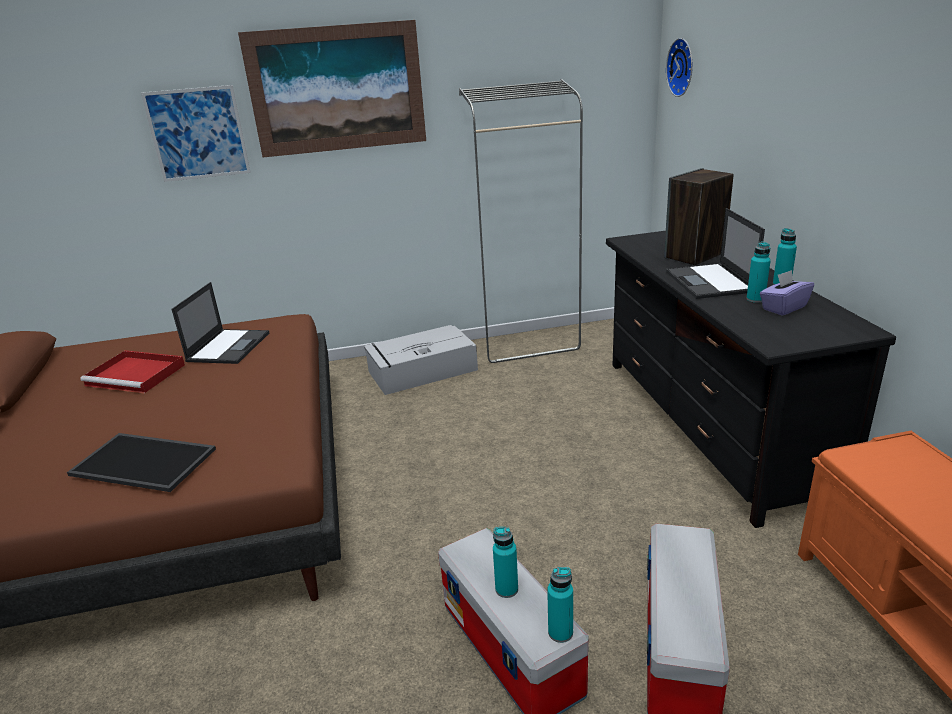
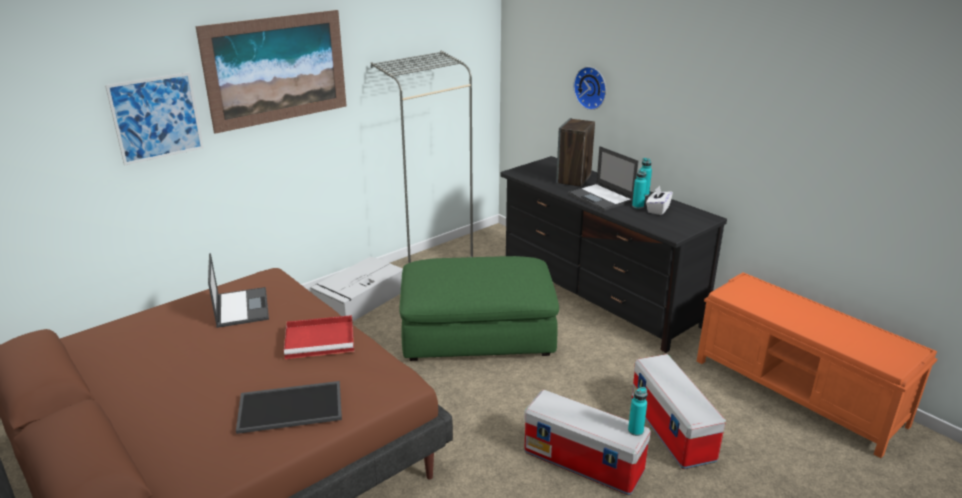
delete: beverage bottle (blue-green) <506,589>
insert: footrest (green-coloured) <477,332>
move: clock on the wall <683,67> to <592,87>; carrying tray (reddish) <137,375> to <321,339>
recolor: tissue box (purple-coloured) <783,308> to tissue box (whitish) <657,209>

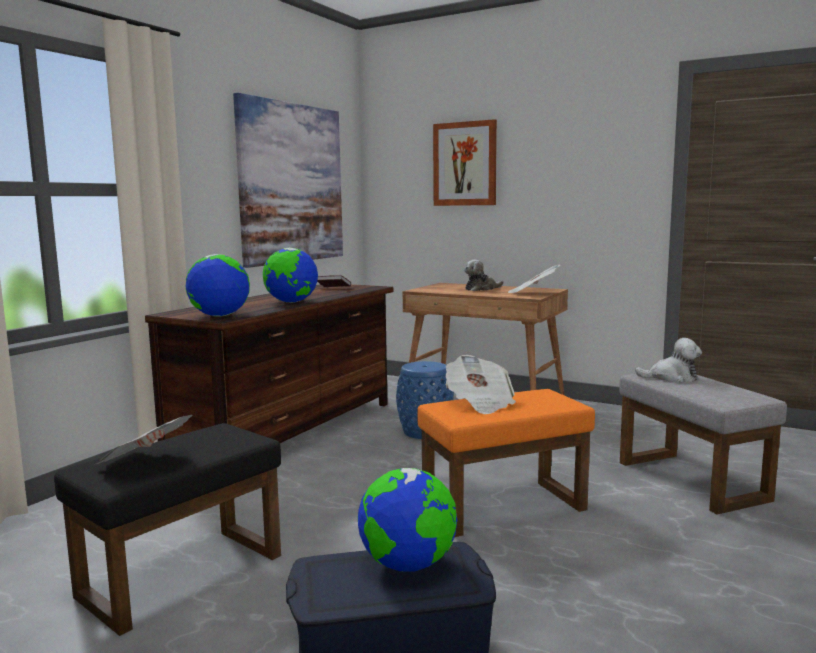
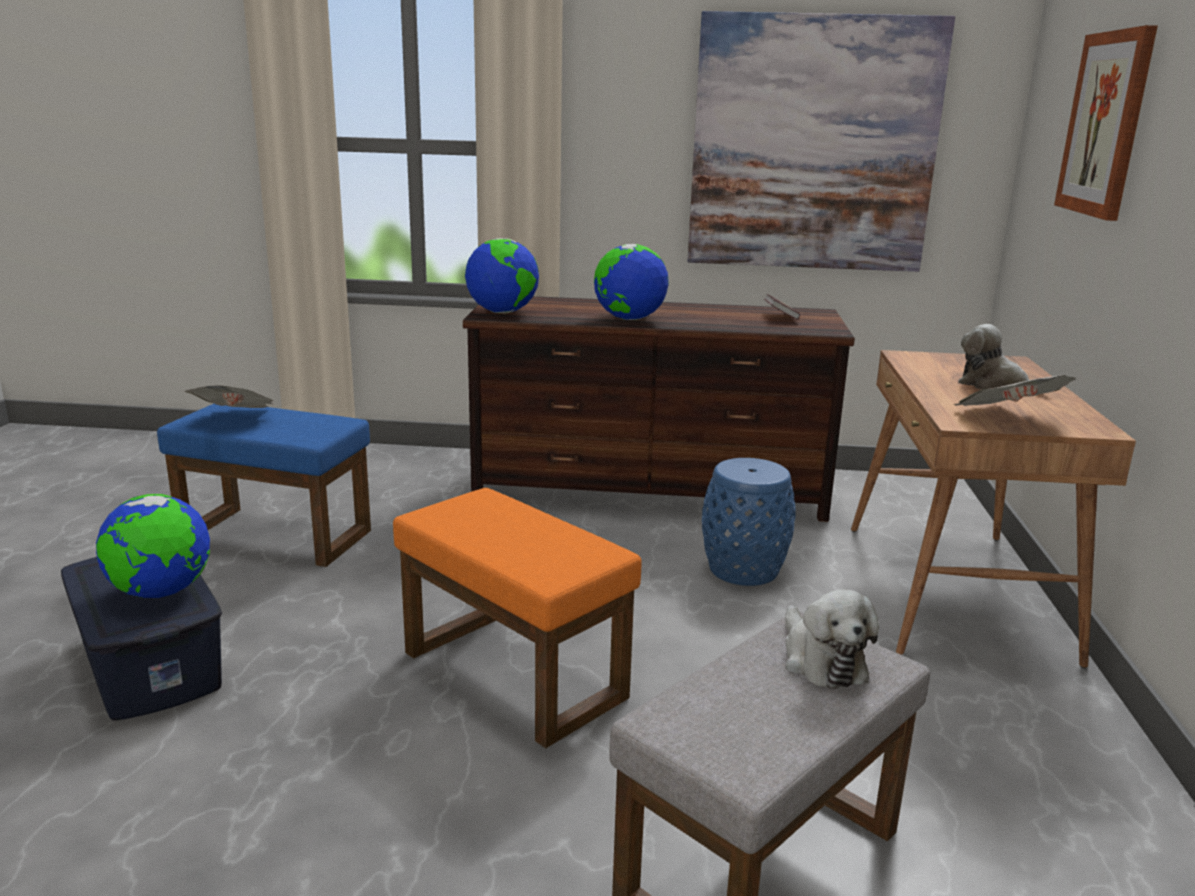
delete: printed paper <480,403>
recolor: footrest (black) <183,574> to footrest (blue-coloured) <278,535>

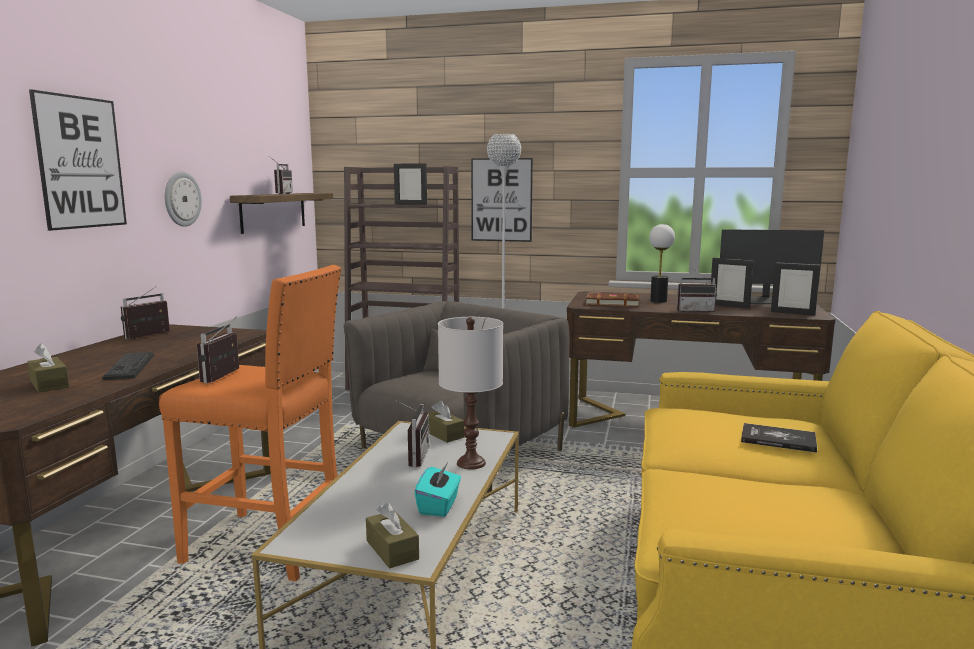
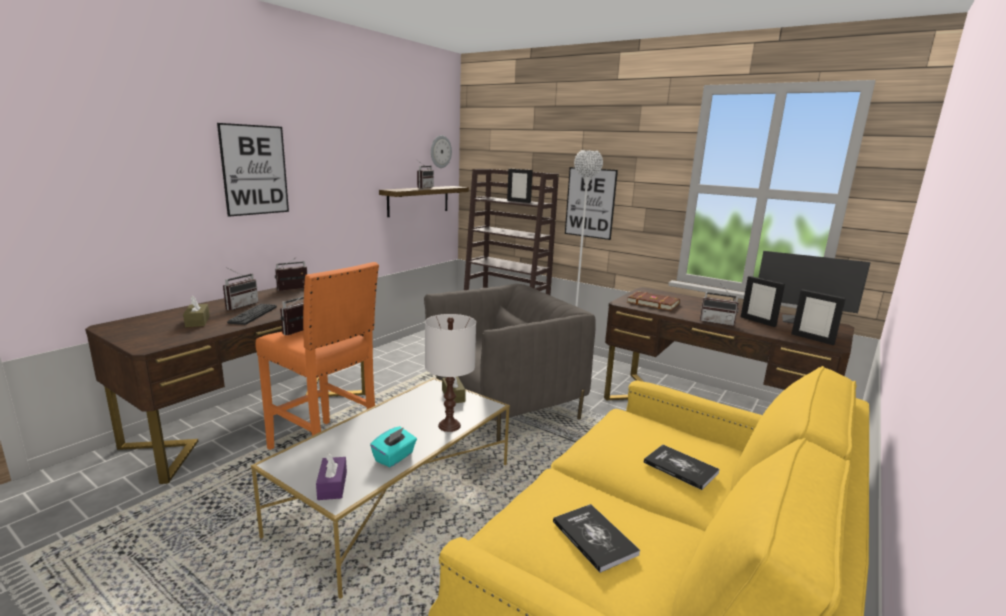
delete: lamp for a table <658,301>
insert: bound book <594,538>
move: clock on the wall <181,199> to <440,151>; radio receiver <412,457> to <240,305>
recolor: tissue box (brown-coloured) <392,550> to tissue box (purple-coloured) <332,485>

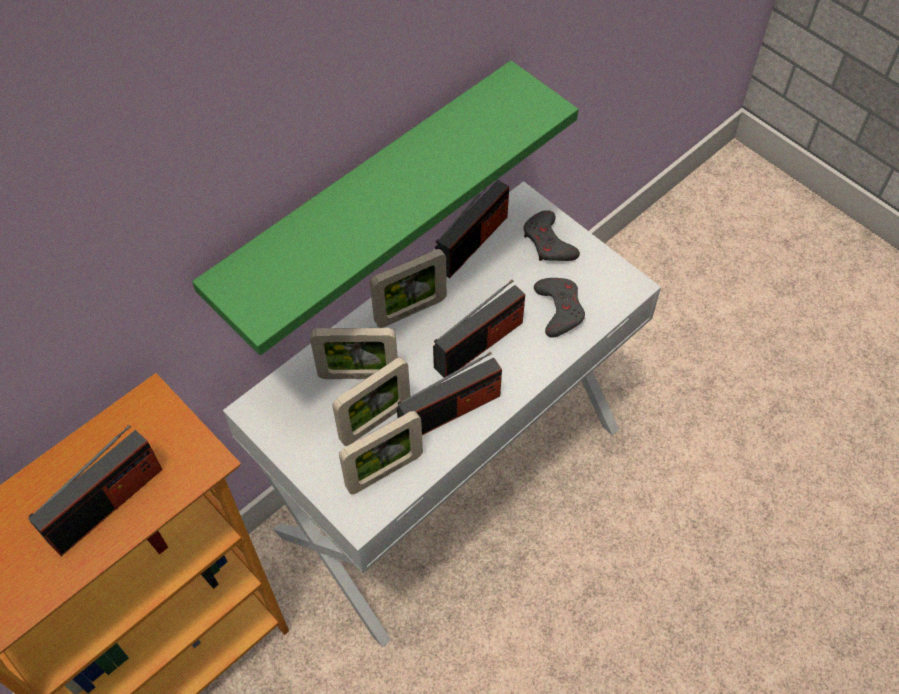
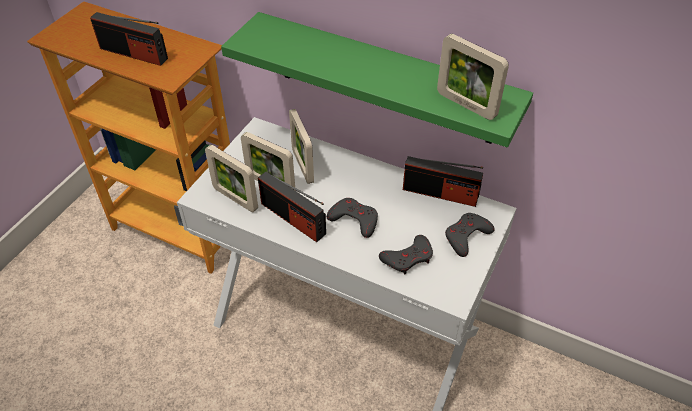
move: standing frame <410,311> to <466,105>
replace: radio receiver <479,344> to game controller (grey) <354,220>

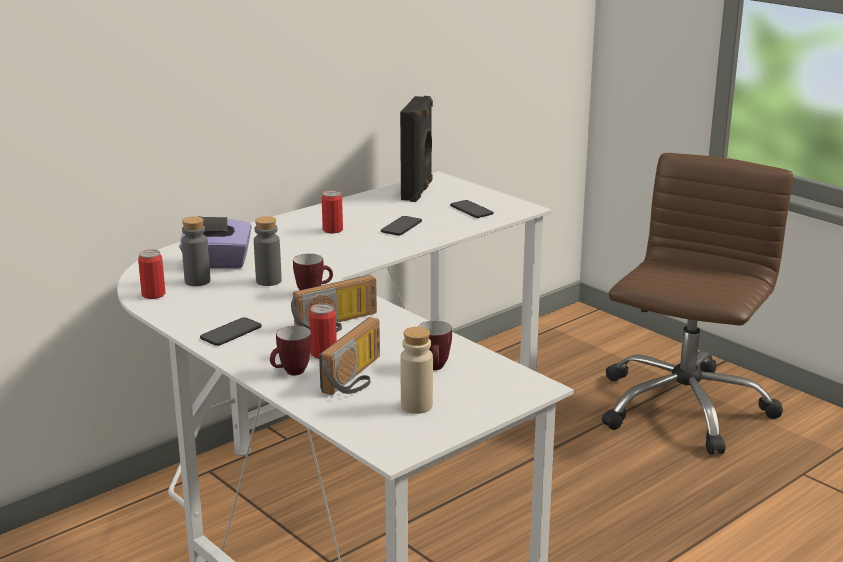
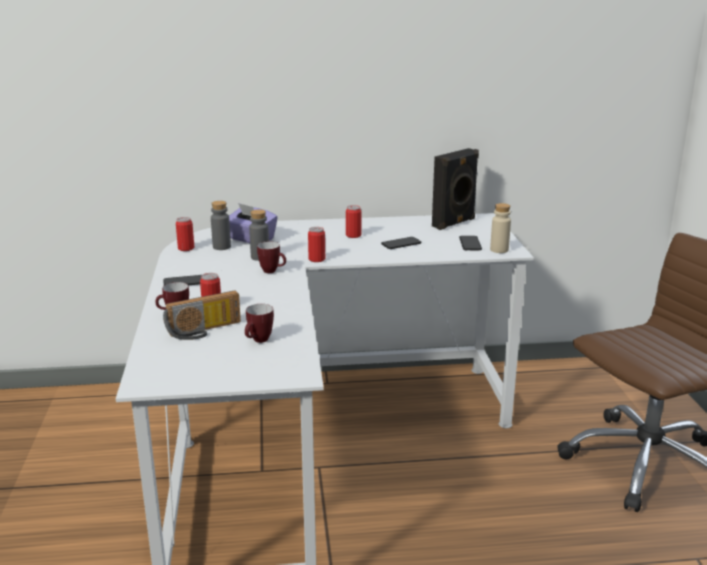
delete: radio receiver <337,324>
insert: can <316,259>
move: beverage bottle (beige) <416,406> to <499,250>

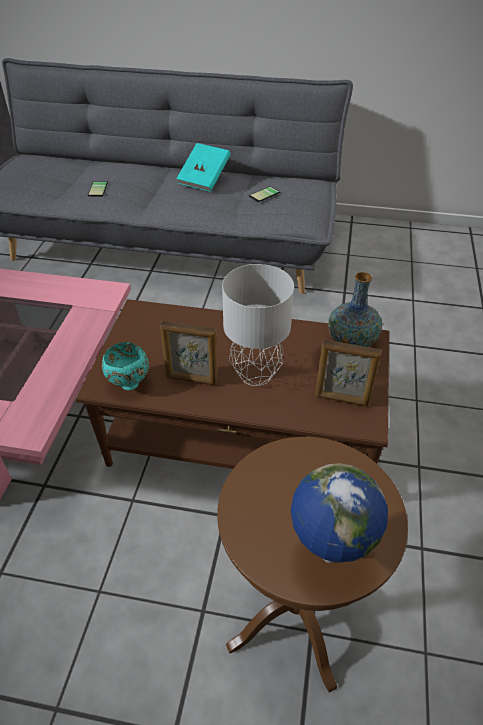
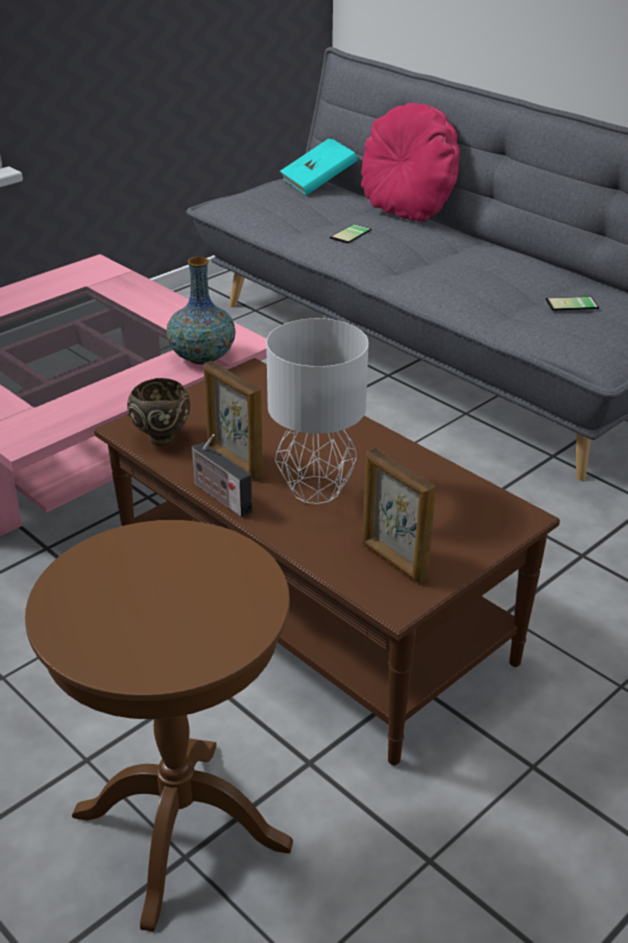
delete: world globe <327,557>
insert: throw pillow (pink-coloured) <407,212>; radio receiver <219,496>
move: bound book (blue-green) <204,179> to <318,183>; flower vase <352,341> to <202,357>
recolor: serving bowl (blue-green) <128,383> to serving bowl (brown-coloured) <161,438>

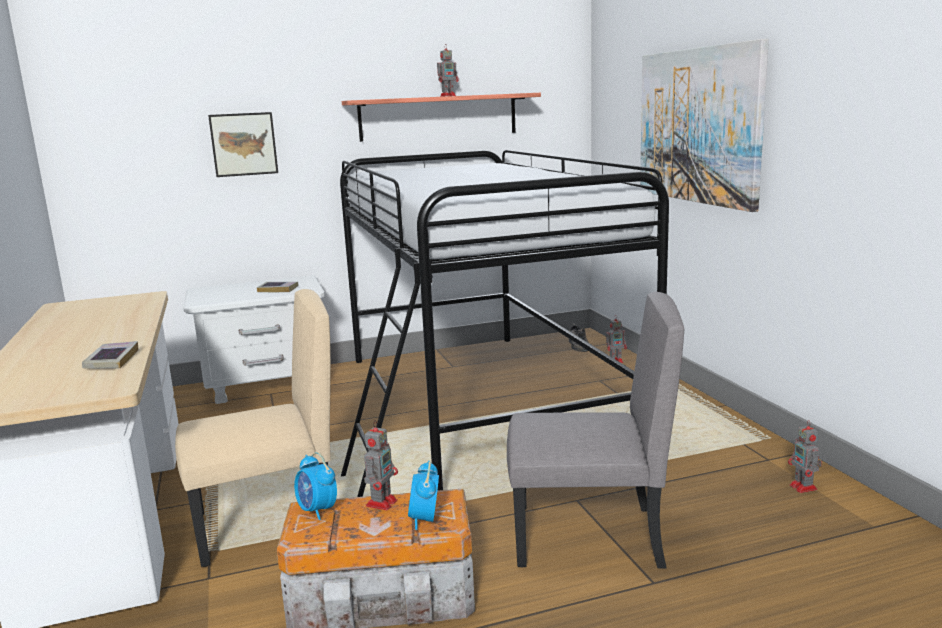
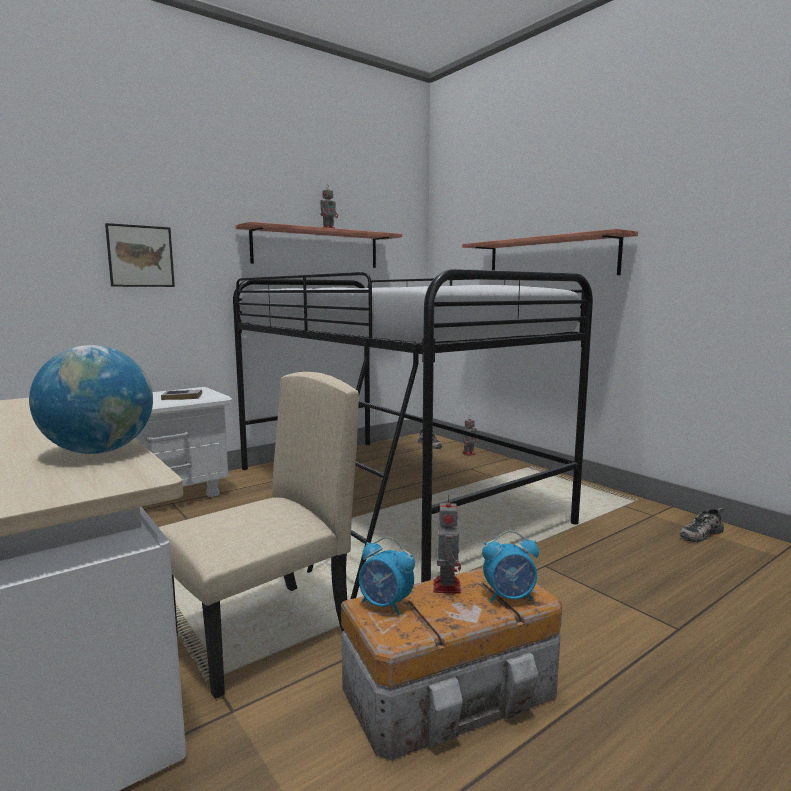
delete: chair (grey) <587,536>
replace: wall picture <698,126> to bracket shelf <550,258>; bound book <112,360> to world globe <99,451>; model robot <804,488> to shoe <700,533>
rotate: alarm clock <425,520> = <510,597> 75 degrees counterclockwise

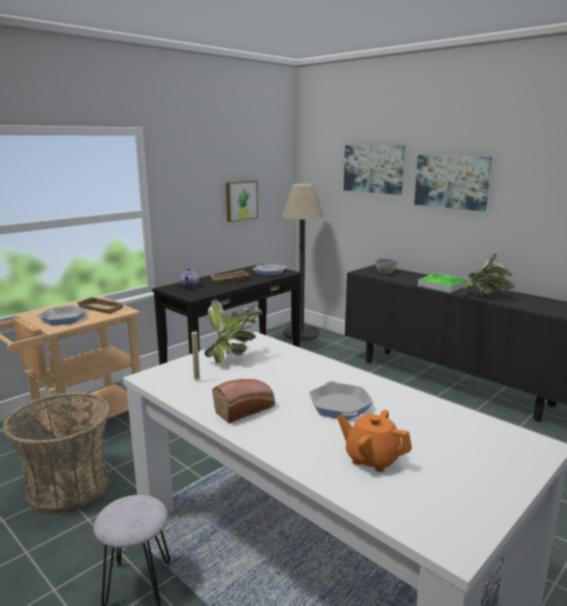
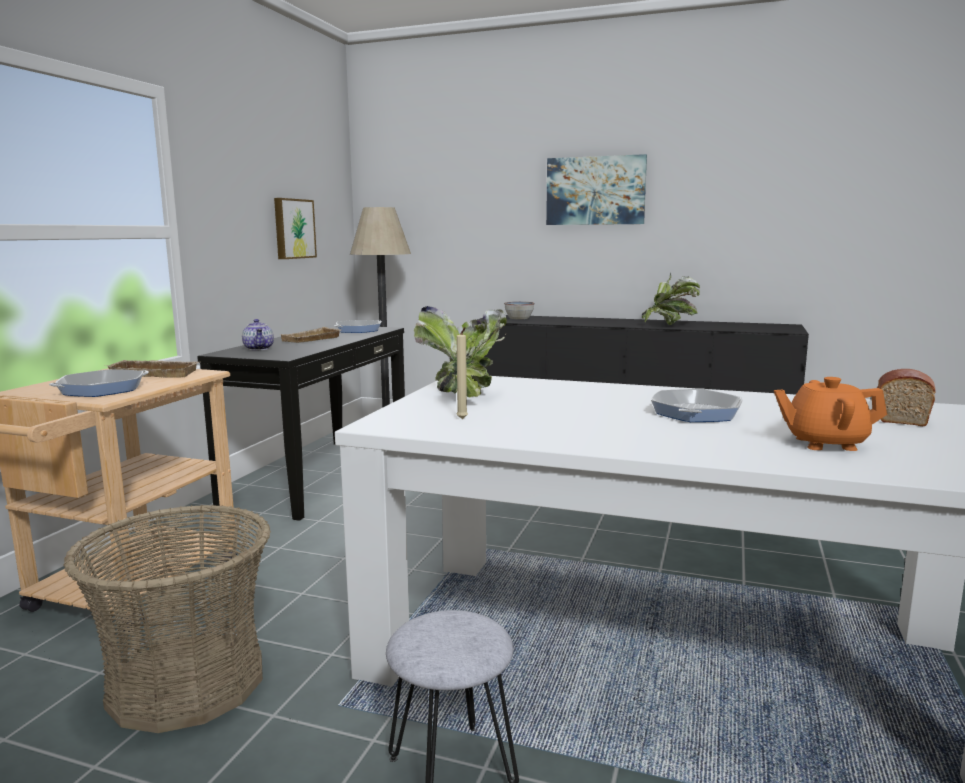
delete: wall picture <373,169>; carrying tray <442,285>
move: bakery bread <246,409> to <900,414>
rotate: pan <340,405> = <695,413> 60 degrees clockwise

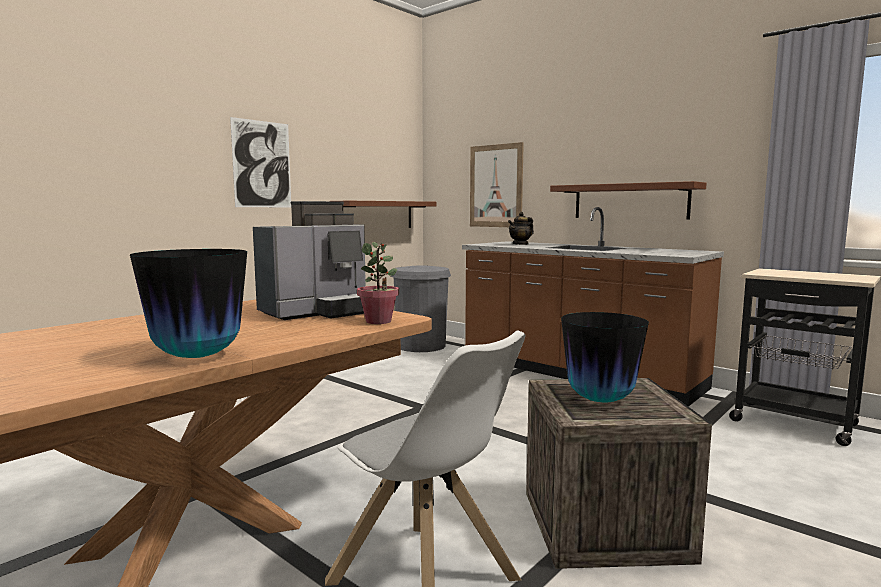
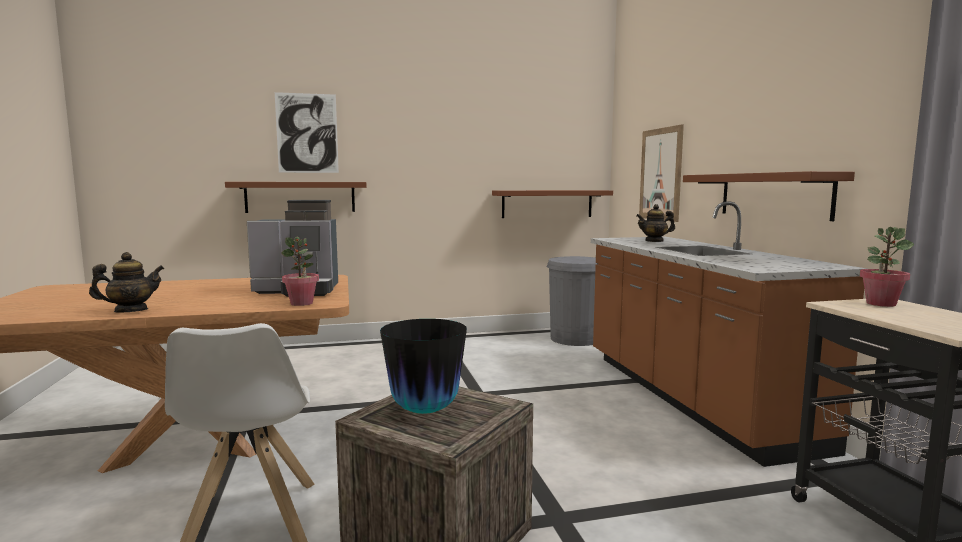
insert: bracket shelf (brown-coloured) <300,197>; plant in a pot <880,304>
move: wall picture <262,164> to <307,133>
replace: flower vase <197,357> to tea pot <131,311>

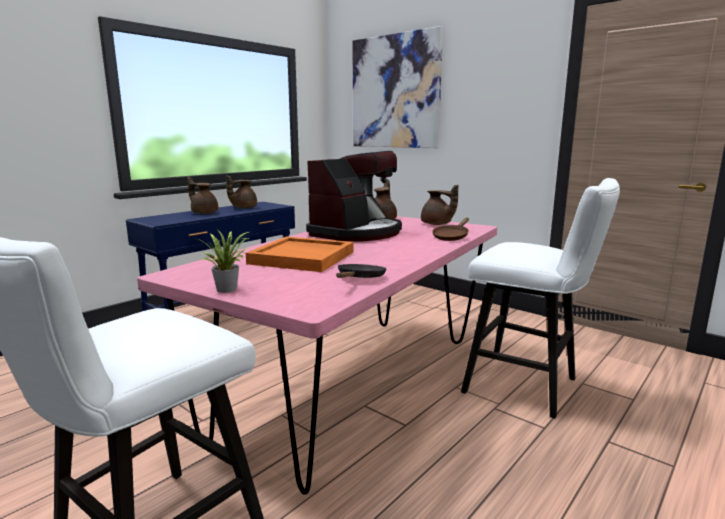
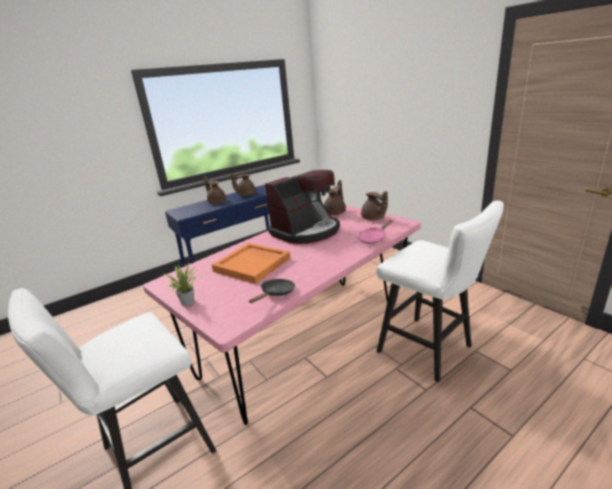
delete: wall picture <395,92>
recolor: pan (brown-coloured) <451,237> to pan (pink-coloured) <373,238>

